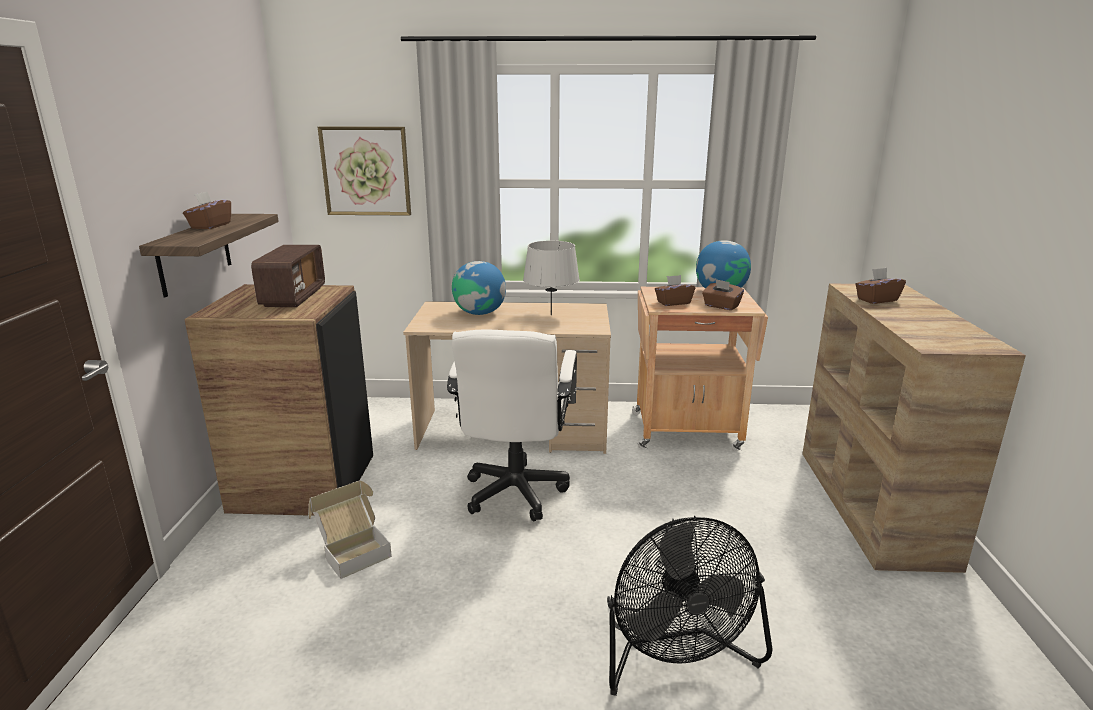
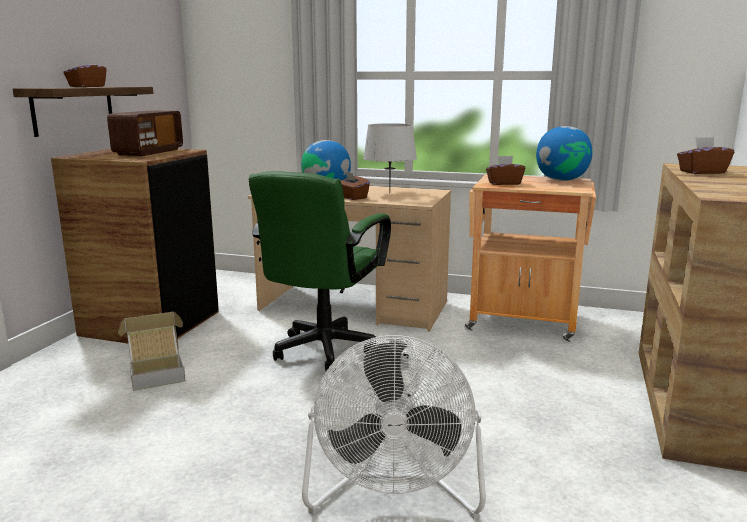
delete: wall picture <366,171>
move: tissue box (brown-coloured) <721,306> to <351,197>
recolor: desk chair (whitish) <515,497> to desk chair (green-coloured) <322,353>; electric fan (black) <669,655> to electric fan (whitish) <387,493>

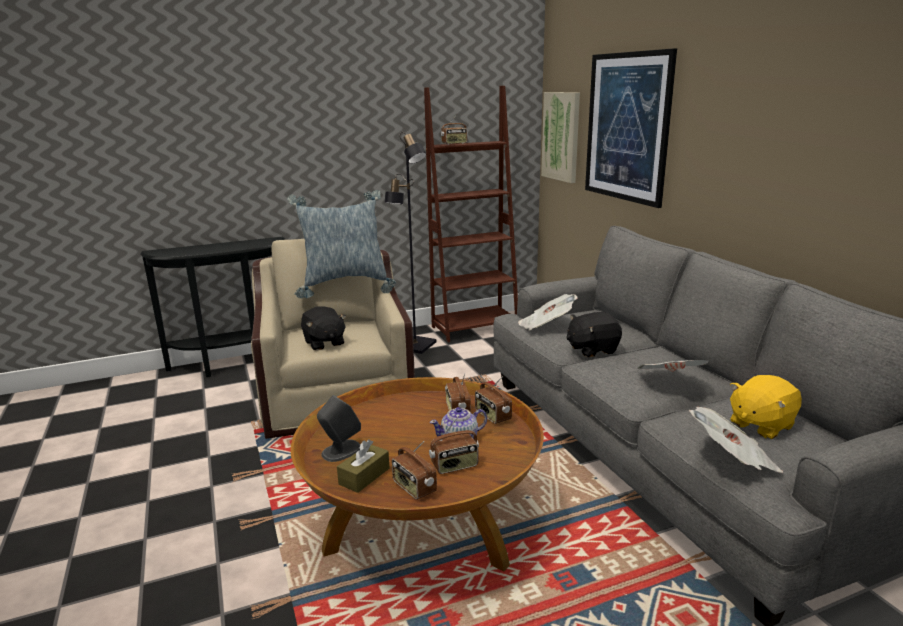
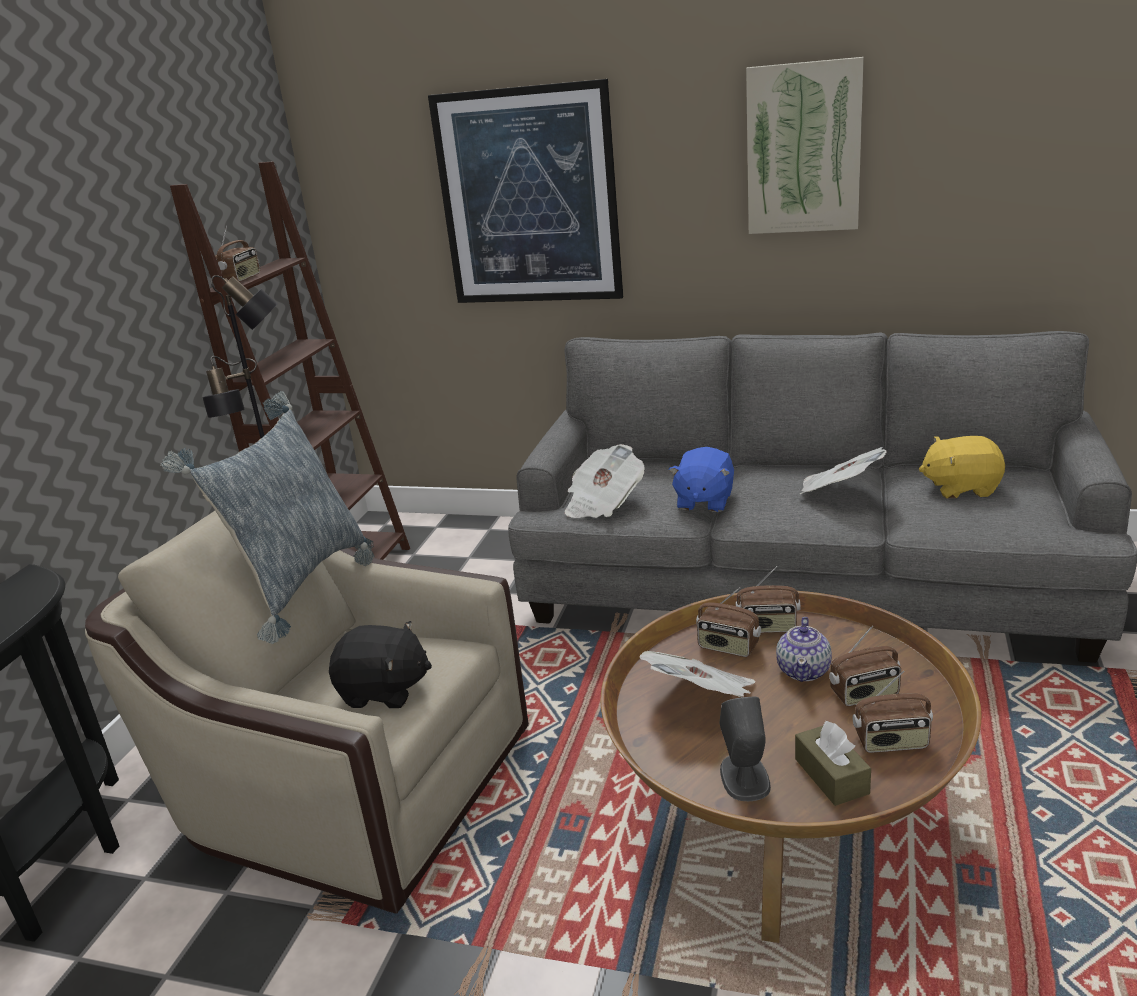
move: wall picture <561,136> to <803,148>; printed paper <732,460> to <702,698>
recolor: soft toy (black) <592,349> to soft toy (blue-coloured) <704,501>
rotate: soft toy (yellowish) <760,425> = <960,488> 90 degrees clockwise; radio receiver <455,466> = <865,695> 60 degrees clockwise

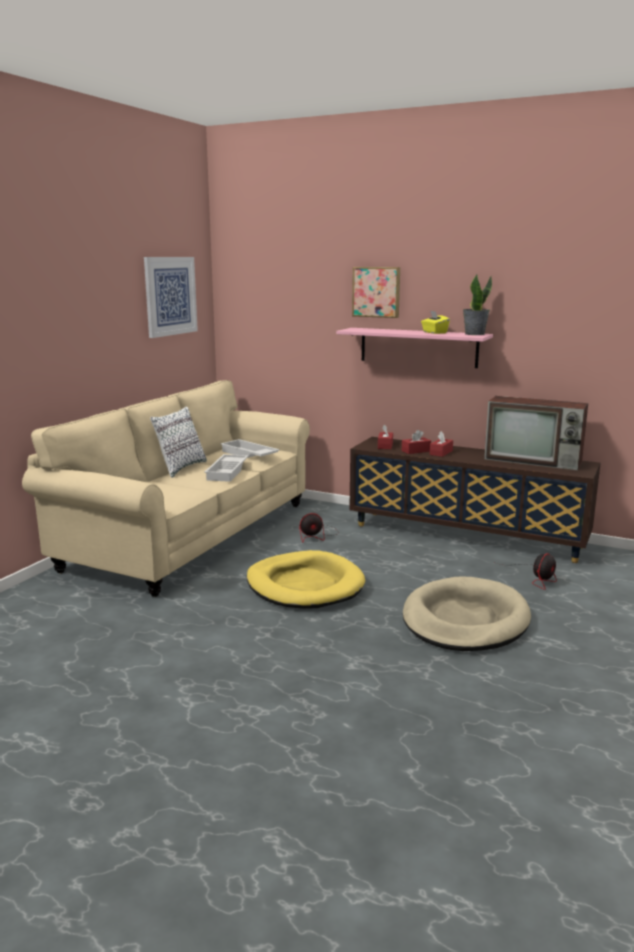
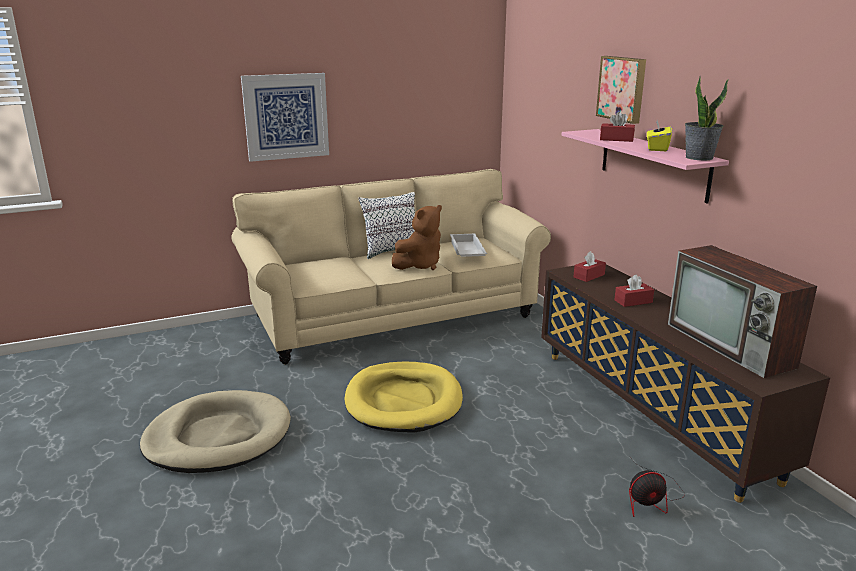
delete: electric fan <316,535>
move: wall picture <170,296> to <286,116>; tissue box (reddish) <416,451> to <616,139>; pet bed (beige) <465,620> to <218,437>
replace: carrying tray (whitish) <228,472> to soft toy (brown-coloured) <419,265>

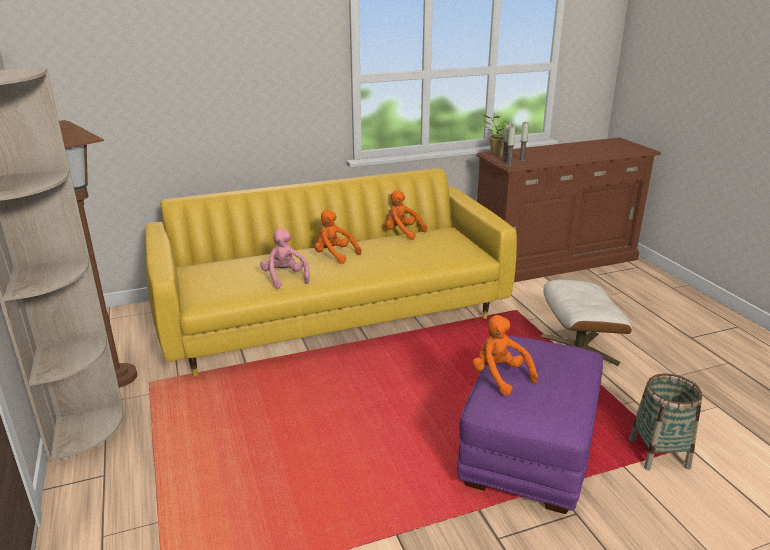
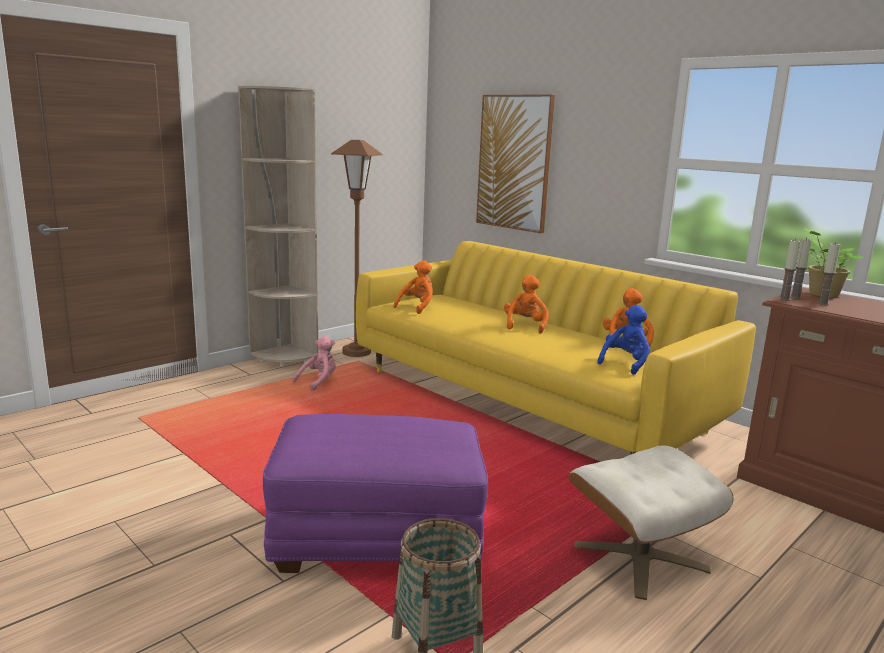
insert: wall picture <514,162>; soft toy (blue-coloured) <625,363>
move: soft toy (pink-coloured) <285,278> to <318,382>; soft toy (orange-coloured) <499,376> to <417,307>

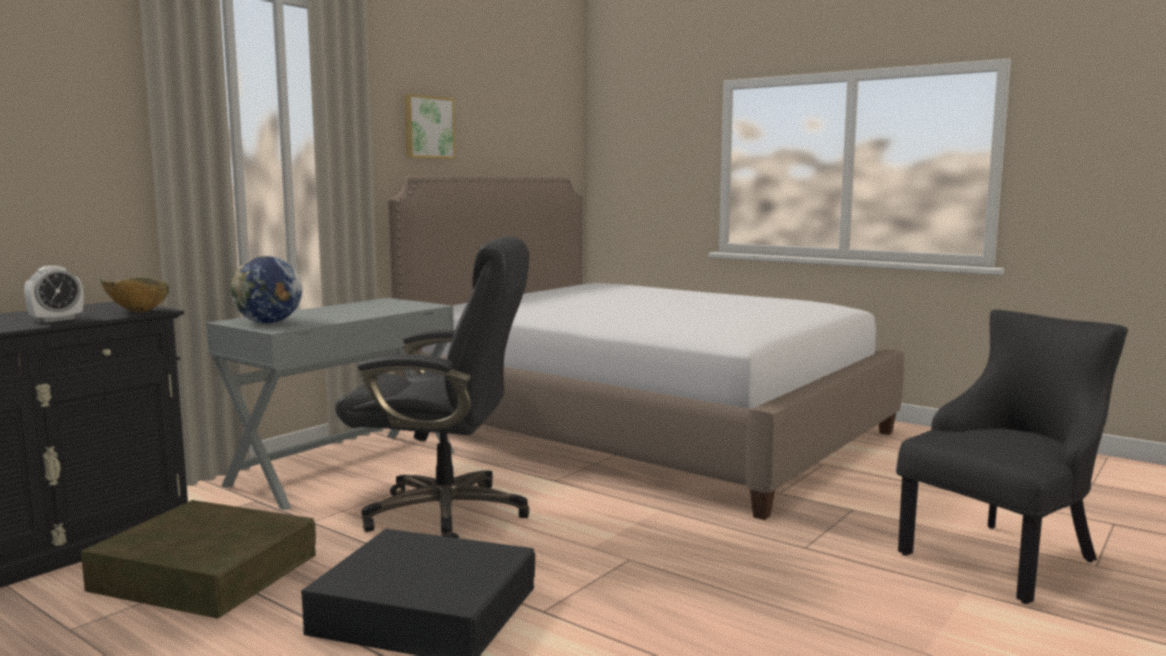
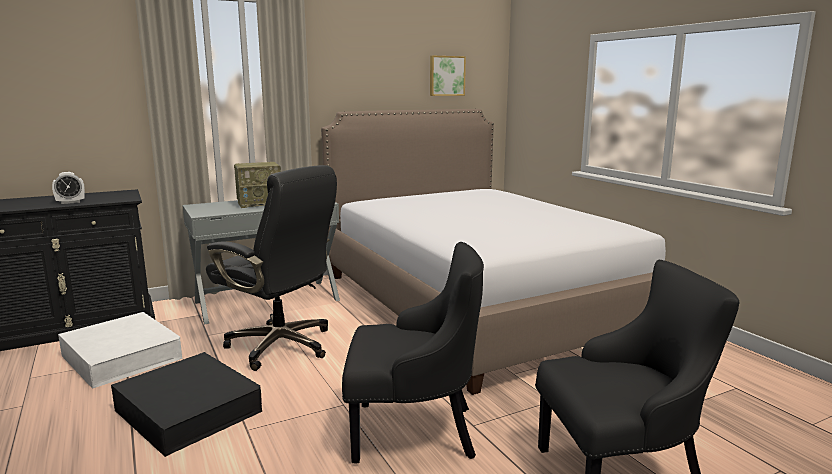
delete: world globe <268,322>; serving bowl <136,312>
insert: radio receiver <260,203>; chair (black) <411,432>
move: wall picture <428,127> to <446,76>
recolor: storage container (brown-coloured) <205,572> to storage container (whitish) <122,357>

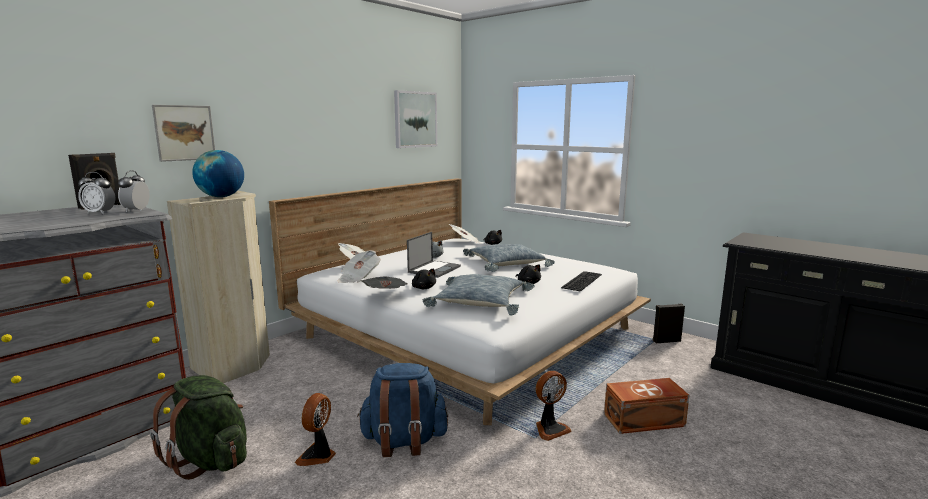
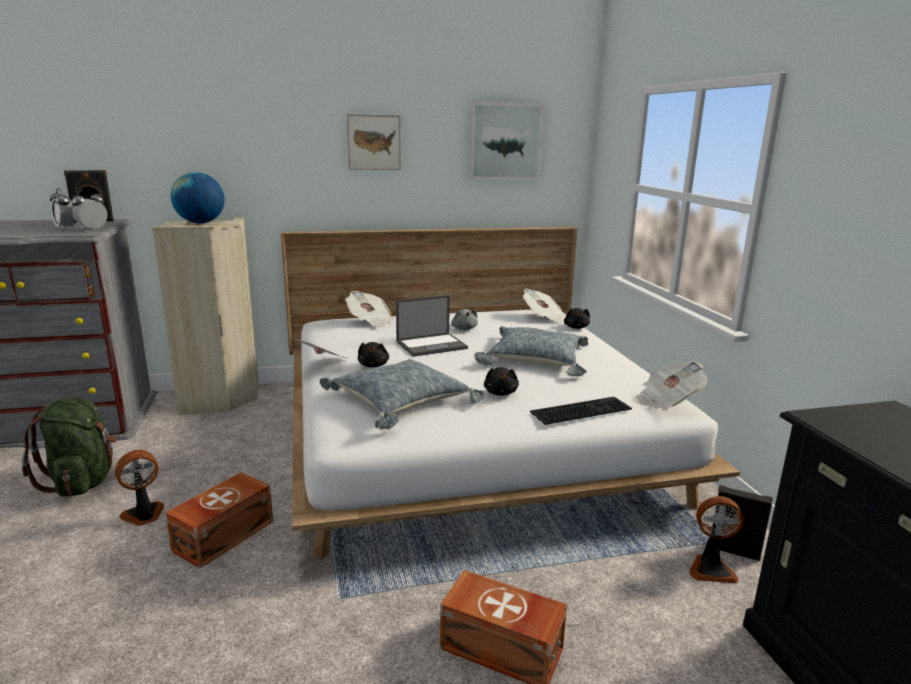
move: wall picture <184,133> to <374,142>; printed paper <358,278> to <667,401>; electric fan <550,429> to <710,569>
replace: backpack (blue-coloured) <404,441> to storage container (brown-coloured) <222,536>

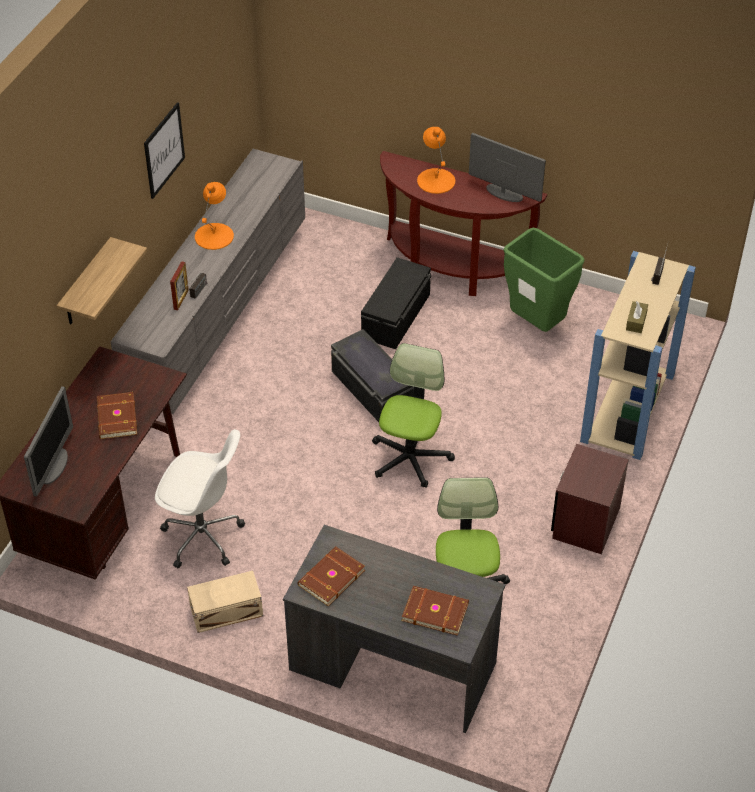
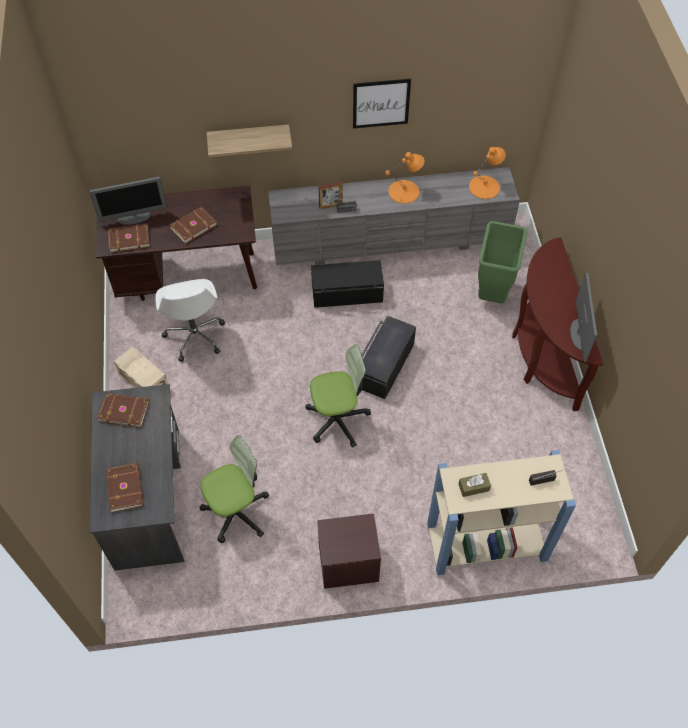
insert: bound book (brown-coloured) <128,238>
move: lamp for a table (orange-coloured) <436,180> to <484,187>; rubbish bin (green-coloured) <537,325> to <492,295>; storage container (black) <397,316> to <347,293>

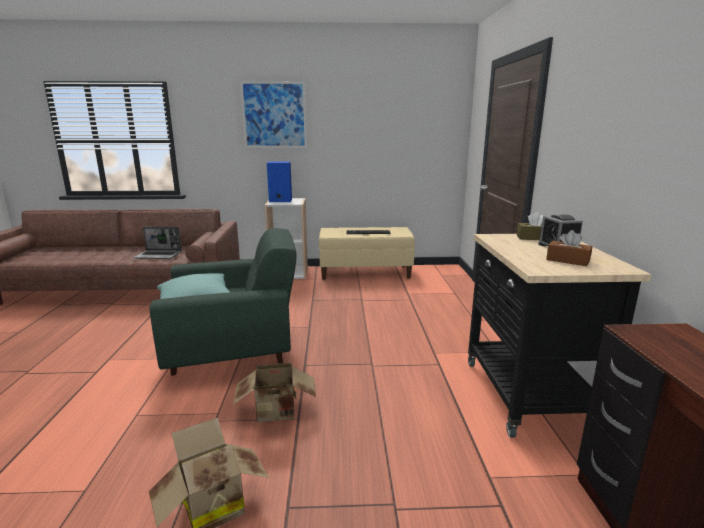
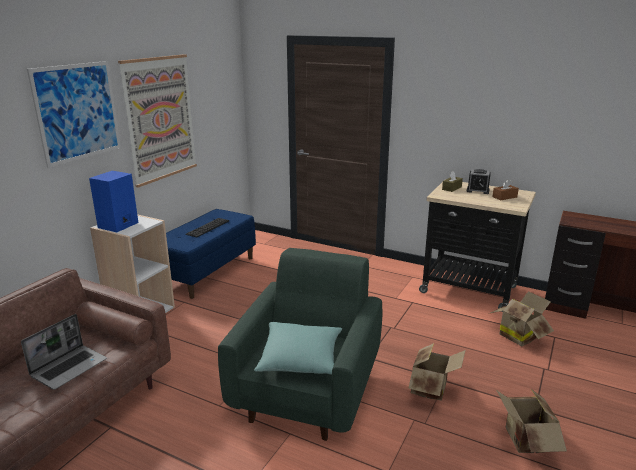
insert: wall picture <160,119>; packing box <519,335>
recolor: indoor bench (beige) <365,272> to indoor bench (blue-coloured) <207,272>

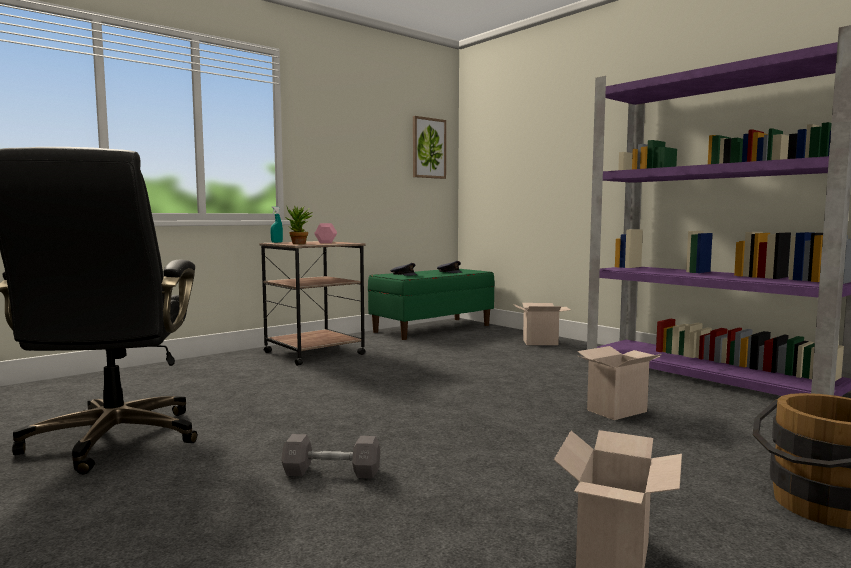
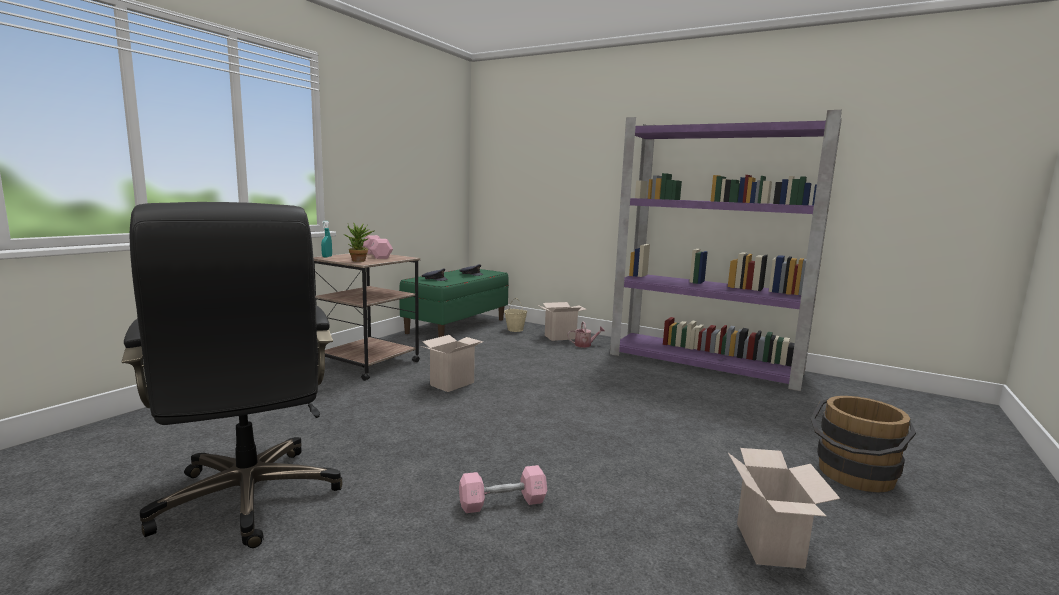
delete: wall picture <428,148>
insert: bucket (beige) <515,330>; watering pot <585,345>
move: packing box <616,410> to <452,383>
recolor: dumbbell (grey) <332,472> to dumbbell (pink-coloured) <502,502>

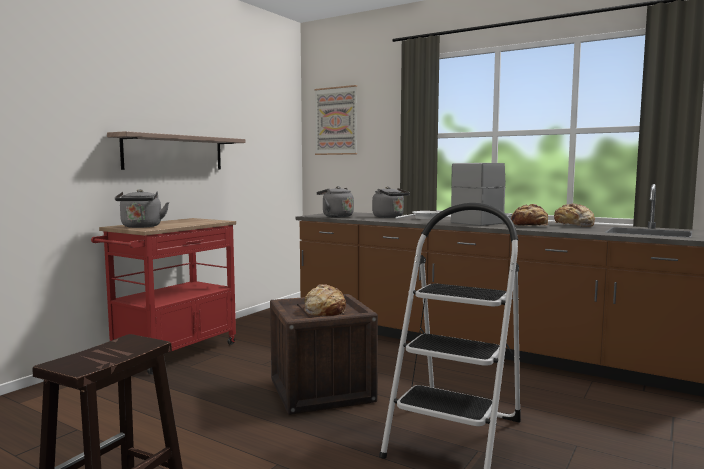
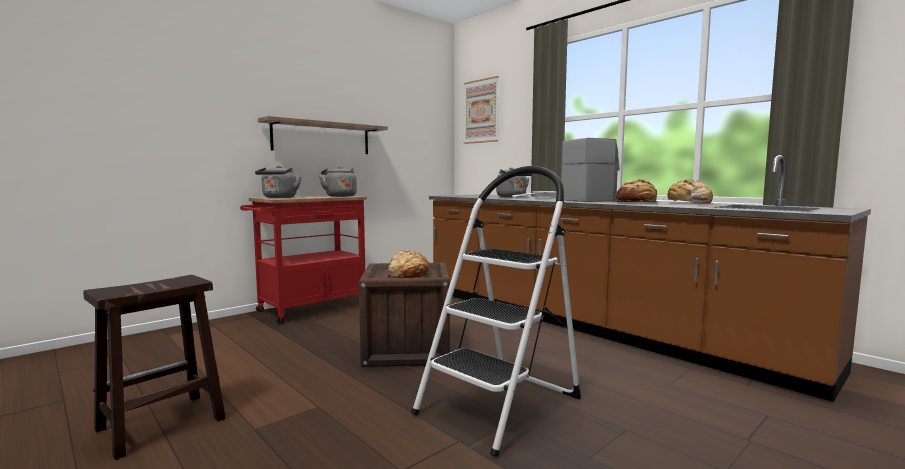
move: kettle (grey) <336,216> to <339,196>

